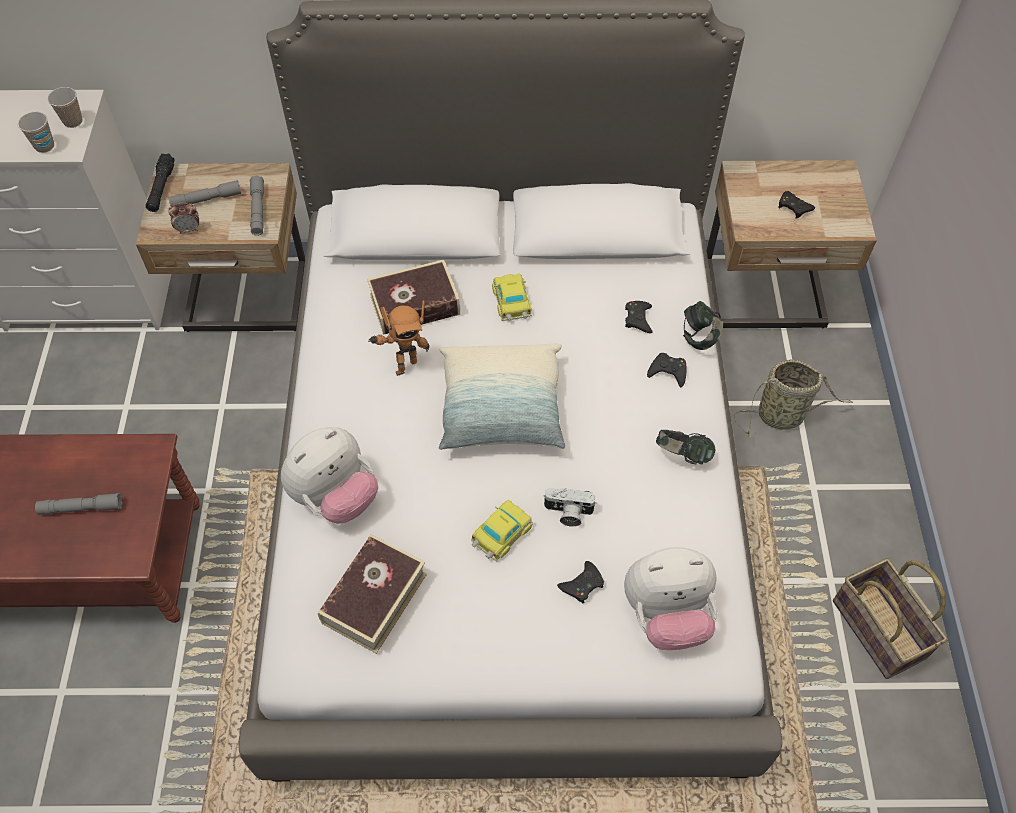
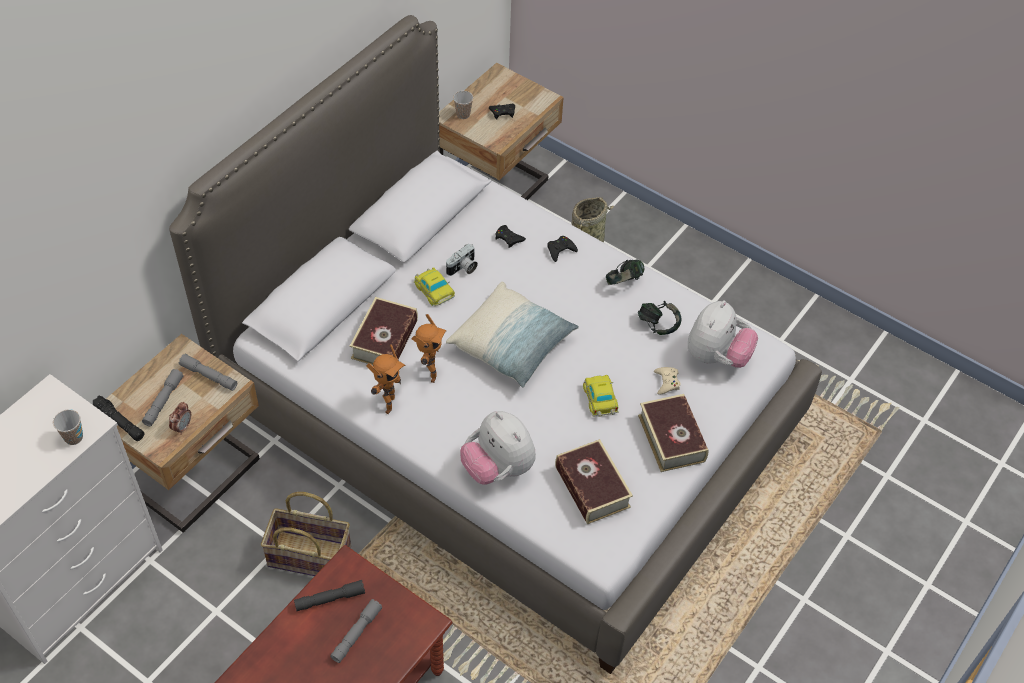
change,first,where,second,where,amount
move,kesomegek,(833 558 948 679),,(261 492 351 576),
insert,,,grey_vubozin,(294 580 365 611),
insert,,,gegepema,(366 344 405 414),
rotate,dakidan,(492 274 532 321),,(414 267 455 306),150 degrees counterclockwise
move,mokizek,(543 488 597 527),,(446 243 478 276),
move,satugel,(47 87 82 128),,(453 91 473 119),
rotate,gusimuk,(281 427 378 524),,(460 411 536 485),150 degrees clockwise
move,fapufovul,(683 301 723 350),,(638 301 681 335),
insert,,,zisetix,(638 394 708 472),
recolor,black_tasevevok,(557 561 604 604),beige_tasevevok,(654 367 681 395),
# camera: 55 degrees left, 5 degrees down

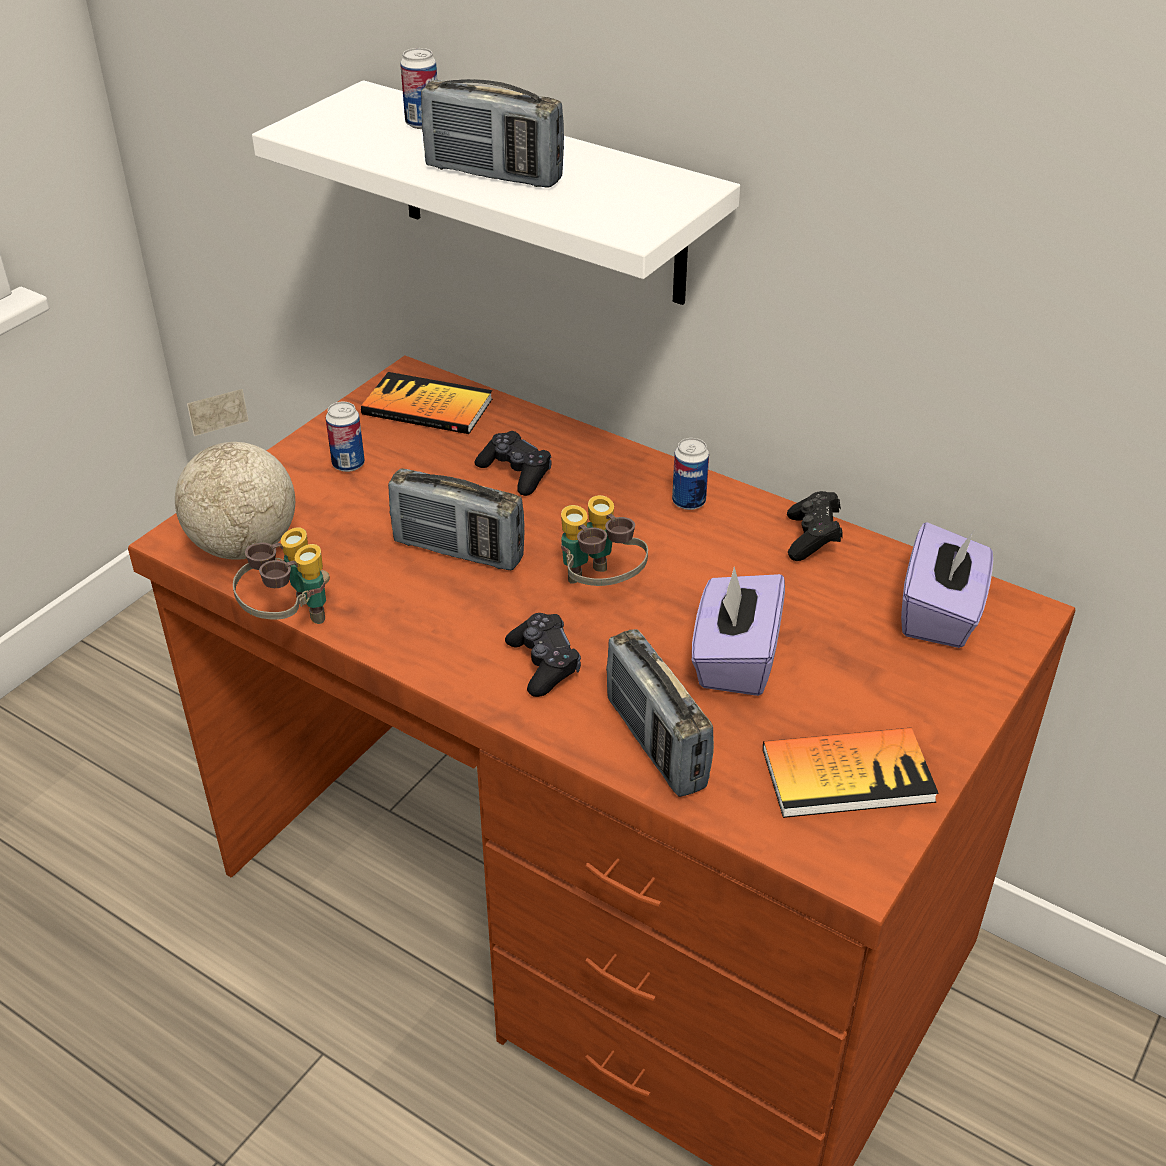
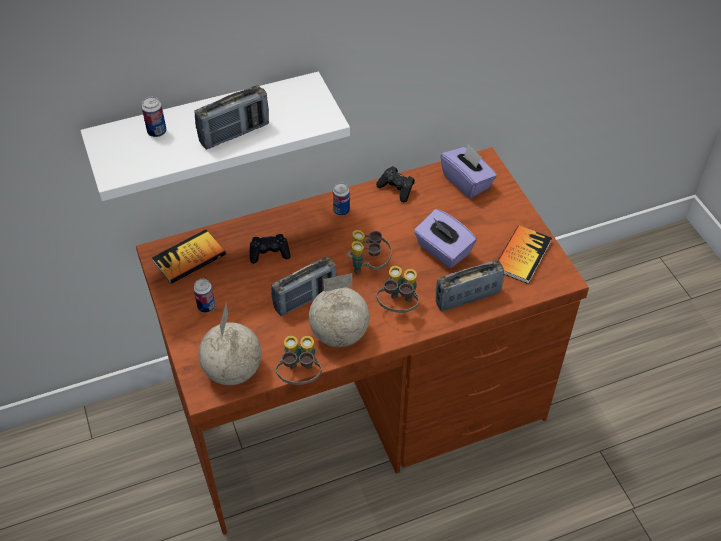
change,first,where,second,where,amount
insert,,,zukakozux,(309 273 369 347),
replace,black_tasevevok,(505 613 581 697),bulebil,(377 266 419 313),
rotate,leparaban,(606 629 714 797),,(436 260 504 311),150 degrees clockwise
# camera: 55 degrees left, 10 degrees up

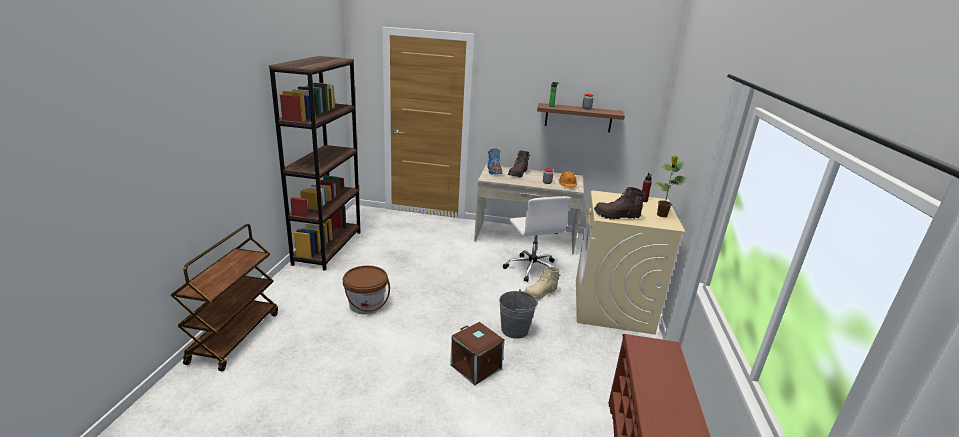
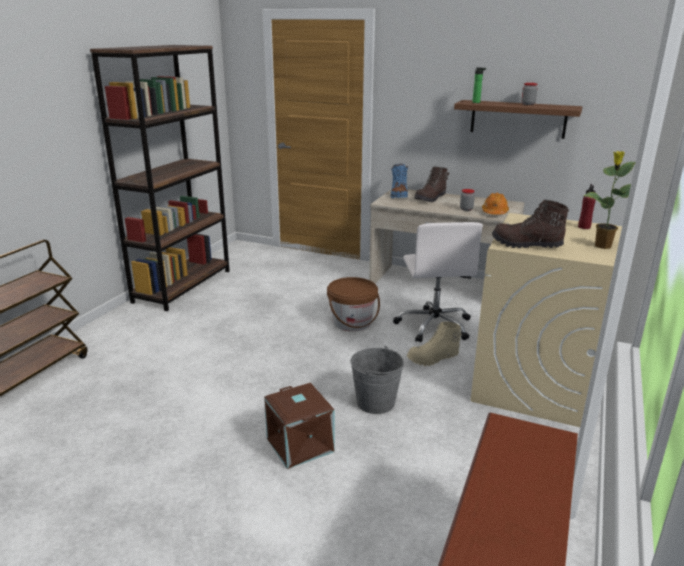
change,first,where,second,where,amount
move,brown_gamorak,(343 266 390 314),,(327 277 380 331),
# camera: 15 degrees right, 0 degrees up

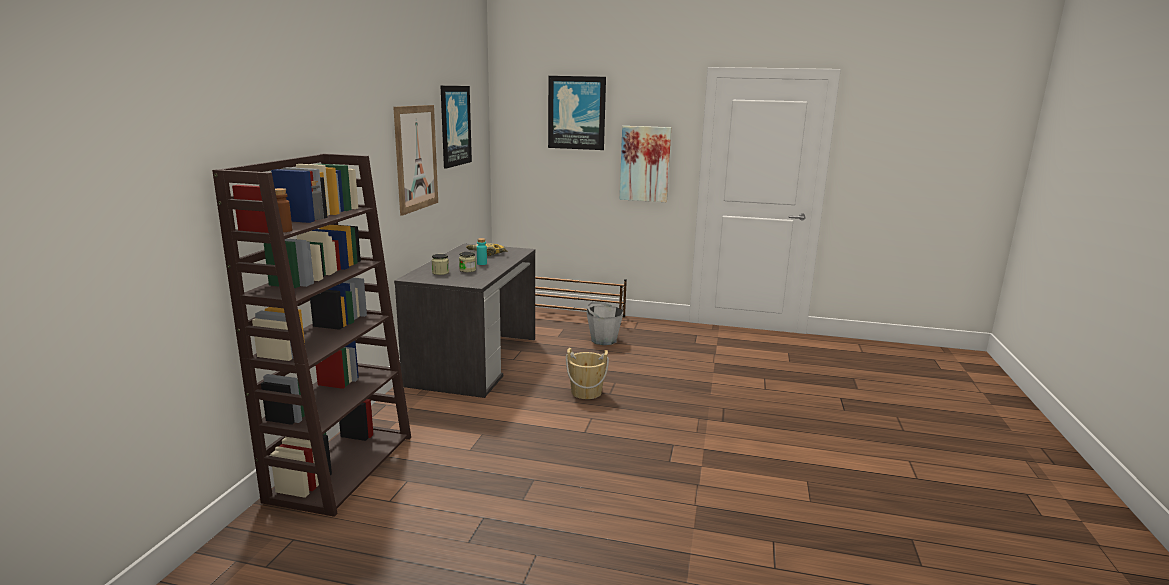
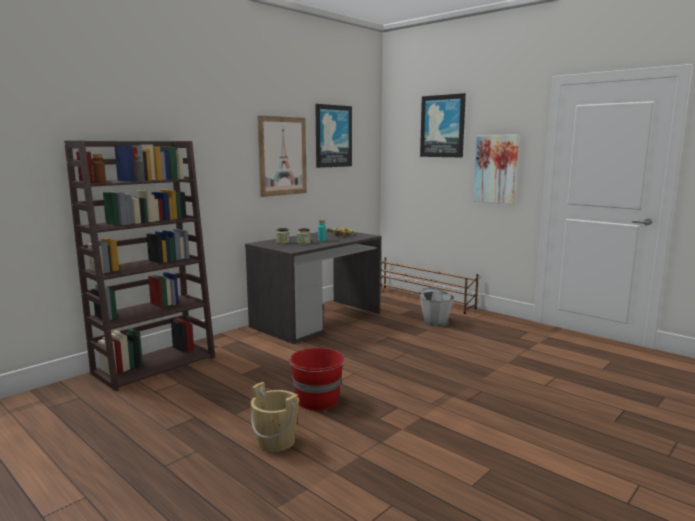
change,first,where,second,where,amount
move,beige_gamorak,(566 348 609 399),,(251 382 299 452),
insert,,,red_gamorak,(289 348 345 411),
# camera: 30 degrees right, 5 degrees down

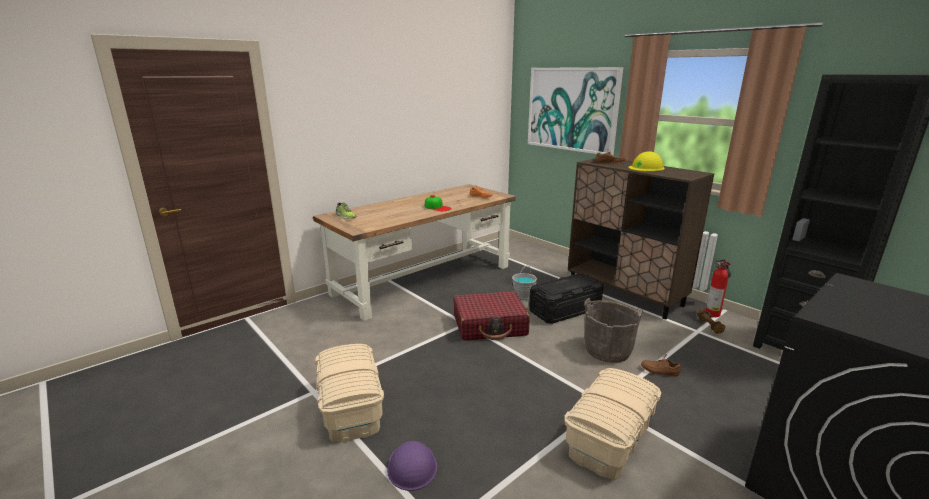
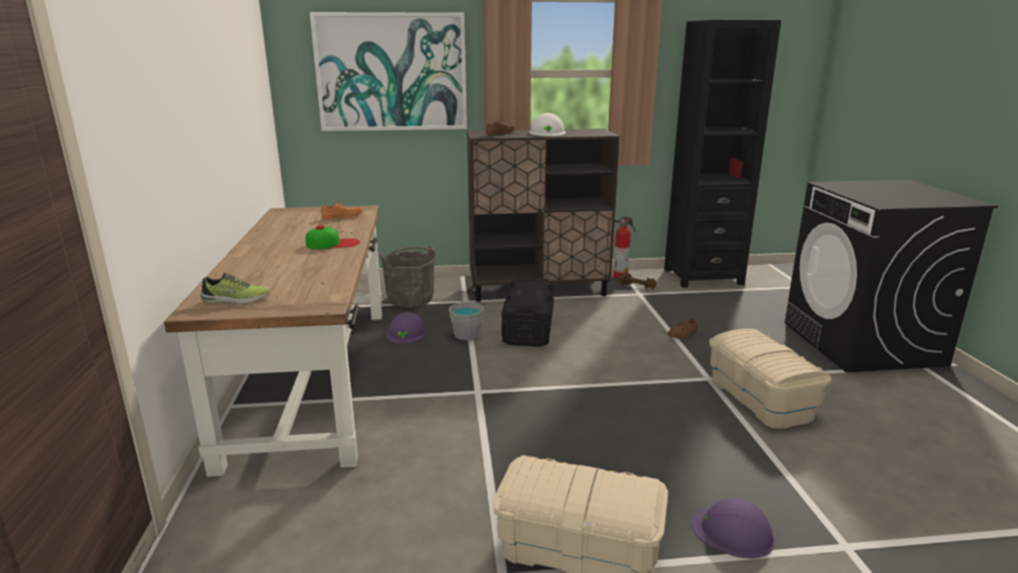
change,first,where,second,where,amount
move,grey_gamorak,(584 298 643 363),,(379 247 435 307),
insert,,,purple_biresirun,(387 312 427 344),
recolor,yellow_biresirun,(628 151 665 171),white_biresirun,(529 113 566 136),
delete,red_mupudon,(454 291 530 341),,,
# camera: 55 degrees left, 0 degrees up

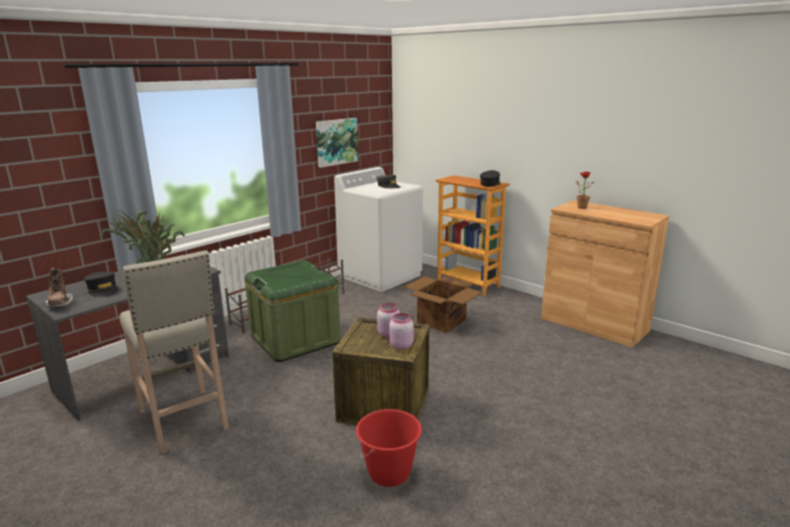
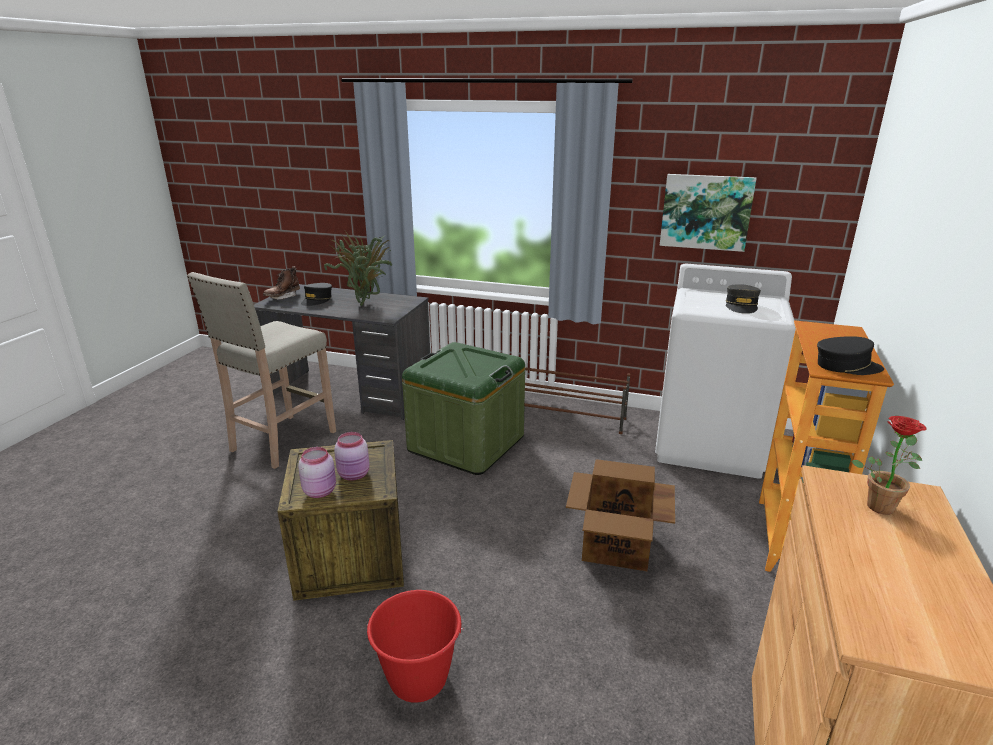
change,first,where,second,where,amount
move,red_gamorak,(356 409 422 487),,(367 590 464 703),
# camera: 65 degrees right, 5 degrees up

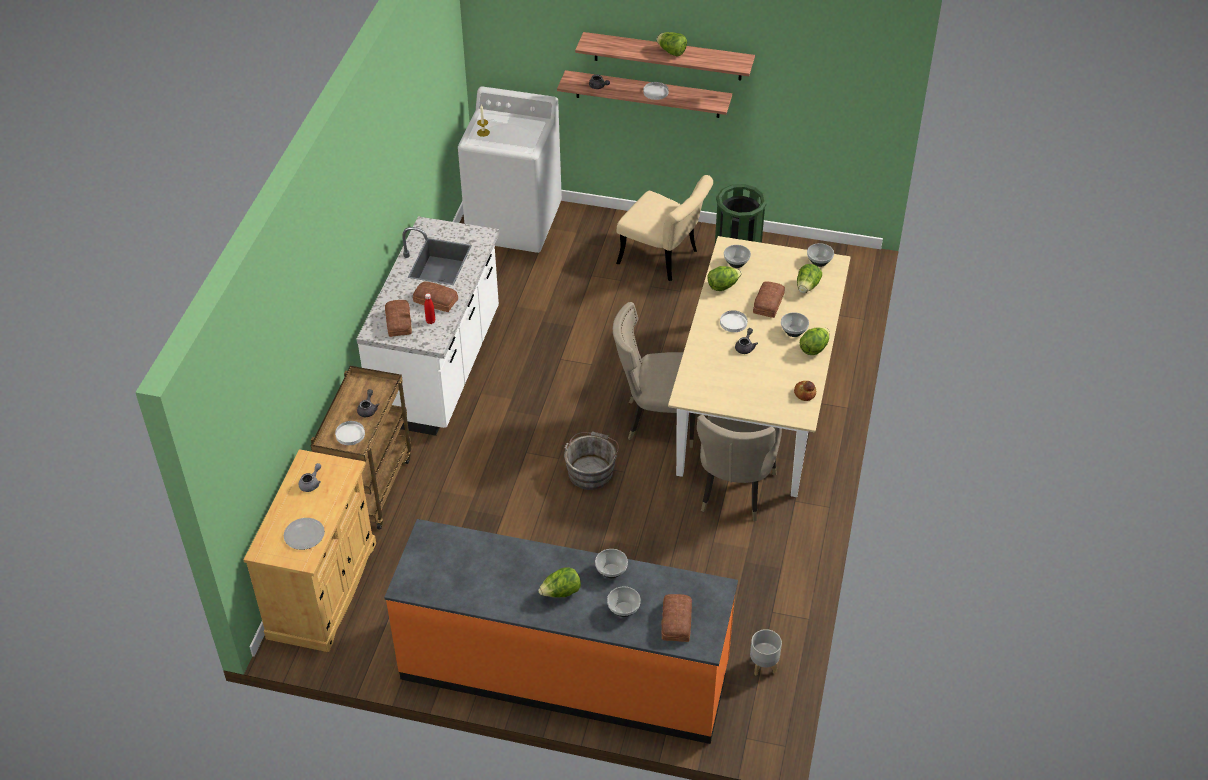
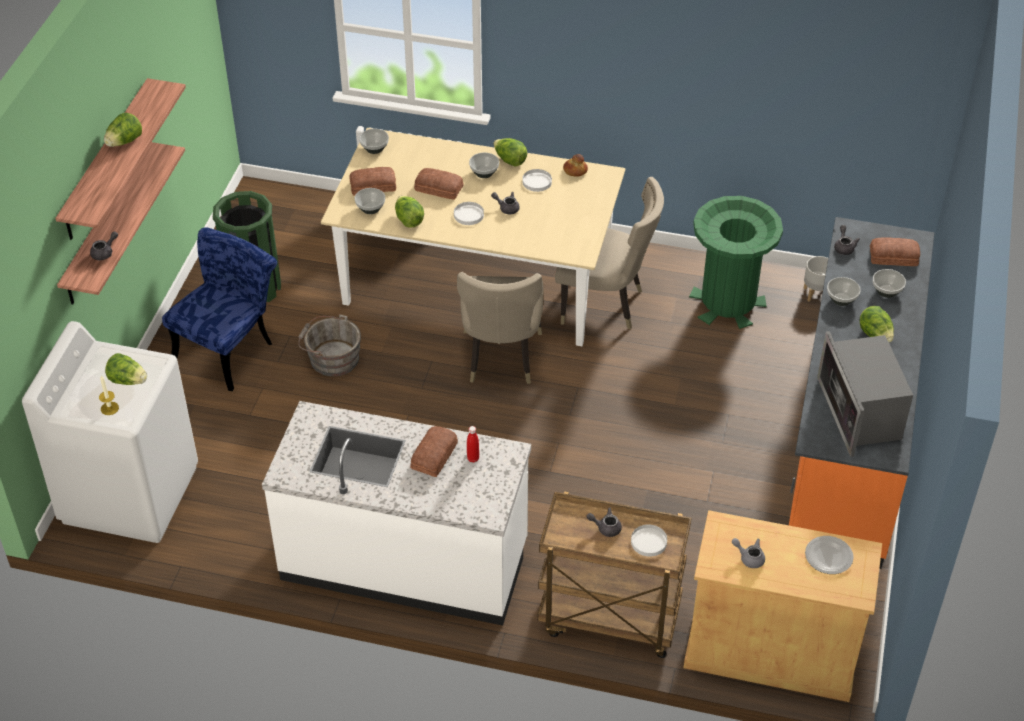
change,first,where,second,where,amount
move,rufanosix,(797 264 822 293),,(105 353 147 385),
recolor,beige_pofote,(616 175 713 281),blue_pofote,(162 227 277 391),
move,grey_gamorak,(564 431 619 490),,(298 314 361 376),
move,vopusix,(385 300 412 337),,(349 167 396 195),
move,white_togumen,(643 82 669 100),,(522 169 552 192),
insert,,,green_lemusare,(689 196 783 329),
insert,,,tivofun,(817 331 913 457),
insert,,,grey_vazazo,(834 225 860 255),
# camera: 90 degrees left, 0 degrees up

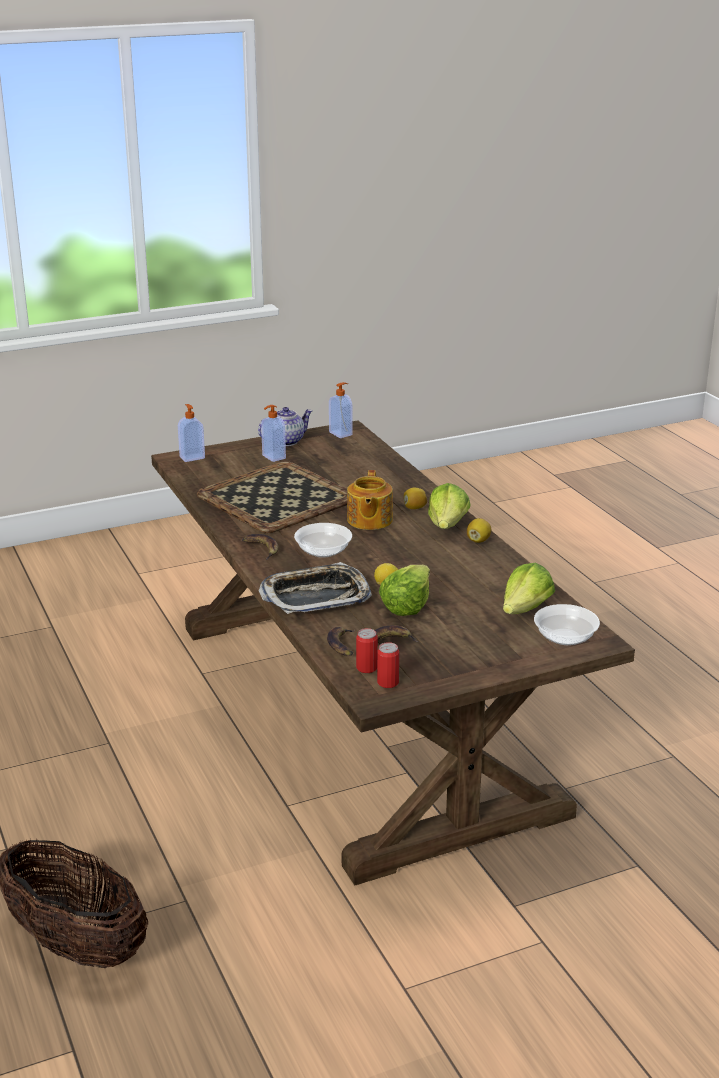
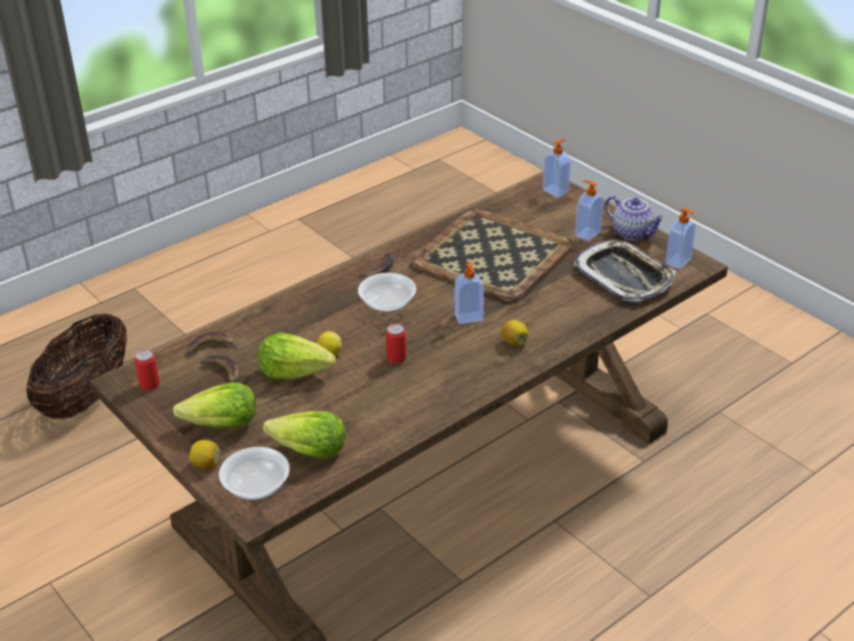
change,first,where,second,where,amount
move,rufanosix,(428 483 471 529),,(173 382 256 428),
move,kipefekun,(467 518 491 543),,(189 440 220 468),
move,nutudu,(356 628 378 673),,(386 324 406 364),
replace,vazazo,(347 470 393 530),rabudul,(455 262 484 324),
move,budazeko,(259 562 372 614),,(574 240 676 302),
# camera: 75 degrees right, 10 degrees up

